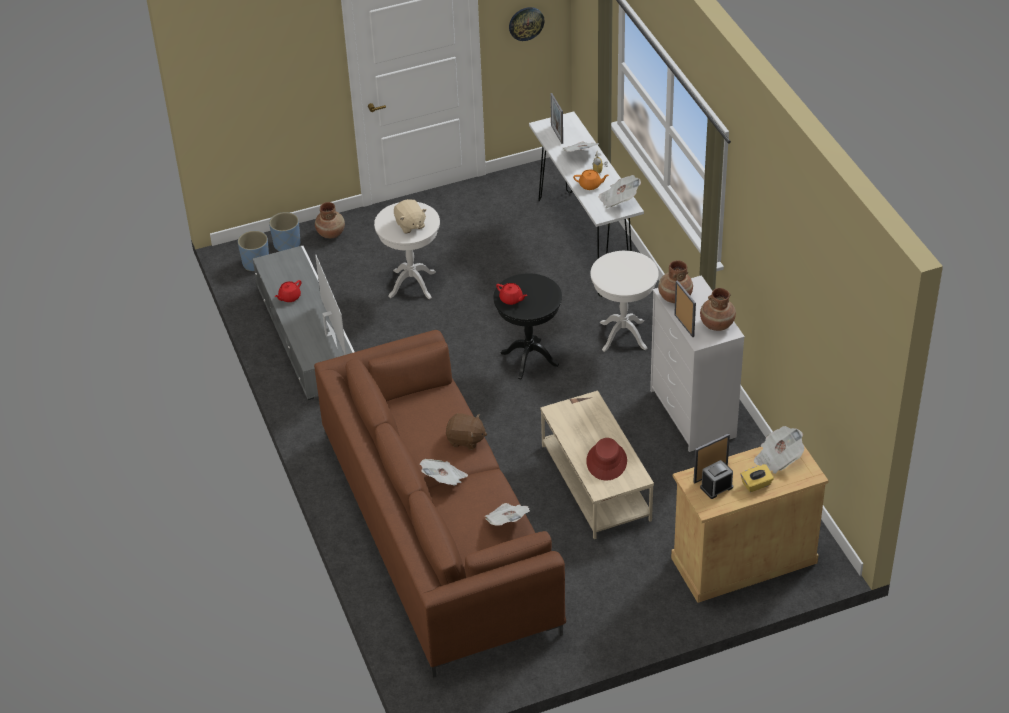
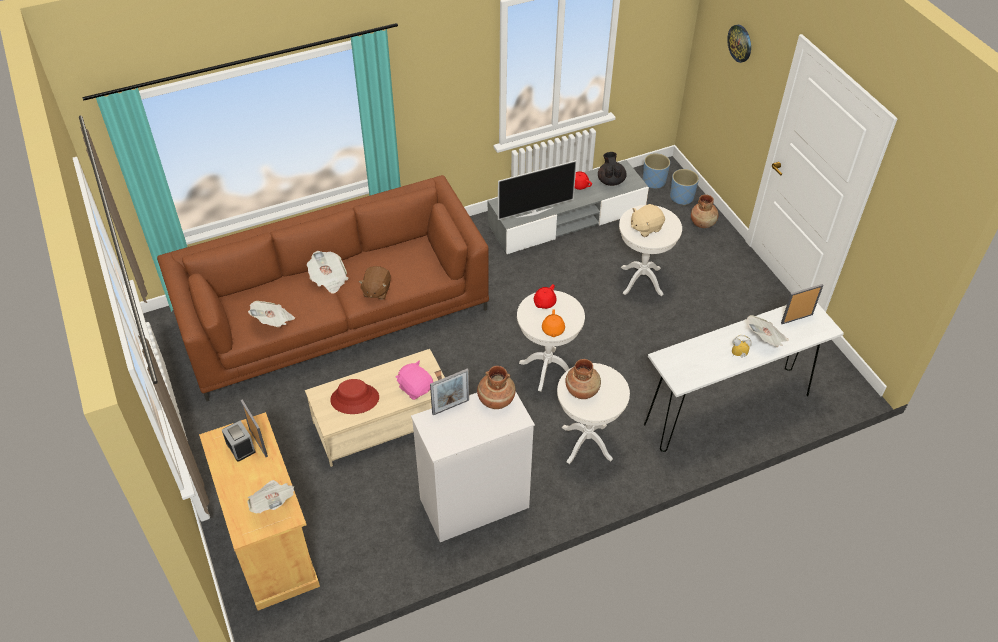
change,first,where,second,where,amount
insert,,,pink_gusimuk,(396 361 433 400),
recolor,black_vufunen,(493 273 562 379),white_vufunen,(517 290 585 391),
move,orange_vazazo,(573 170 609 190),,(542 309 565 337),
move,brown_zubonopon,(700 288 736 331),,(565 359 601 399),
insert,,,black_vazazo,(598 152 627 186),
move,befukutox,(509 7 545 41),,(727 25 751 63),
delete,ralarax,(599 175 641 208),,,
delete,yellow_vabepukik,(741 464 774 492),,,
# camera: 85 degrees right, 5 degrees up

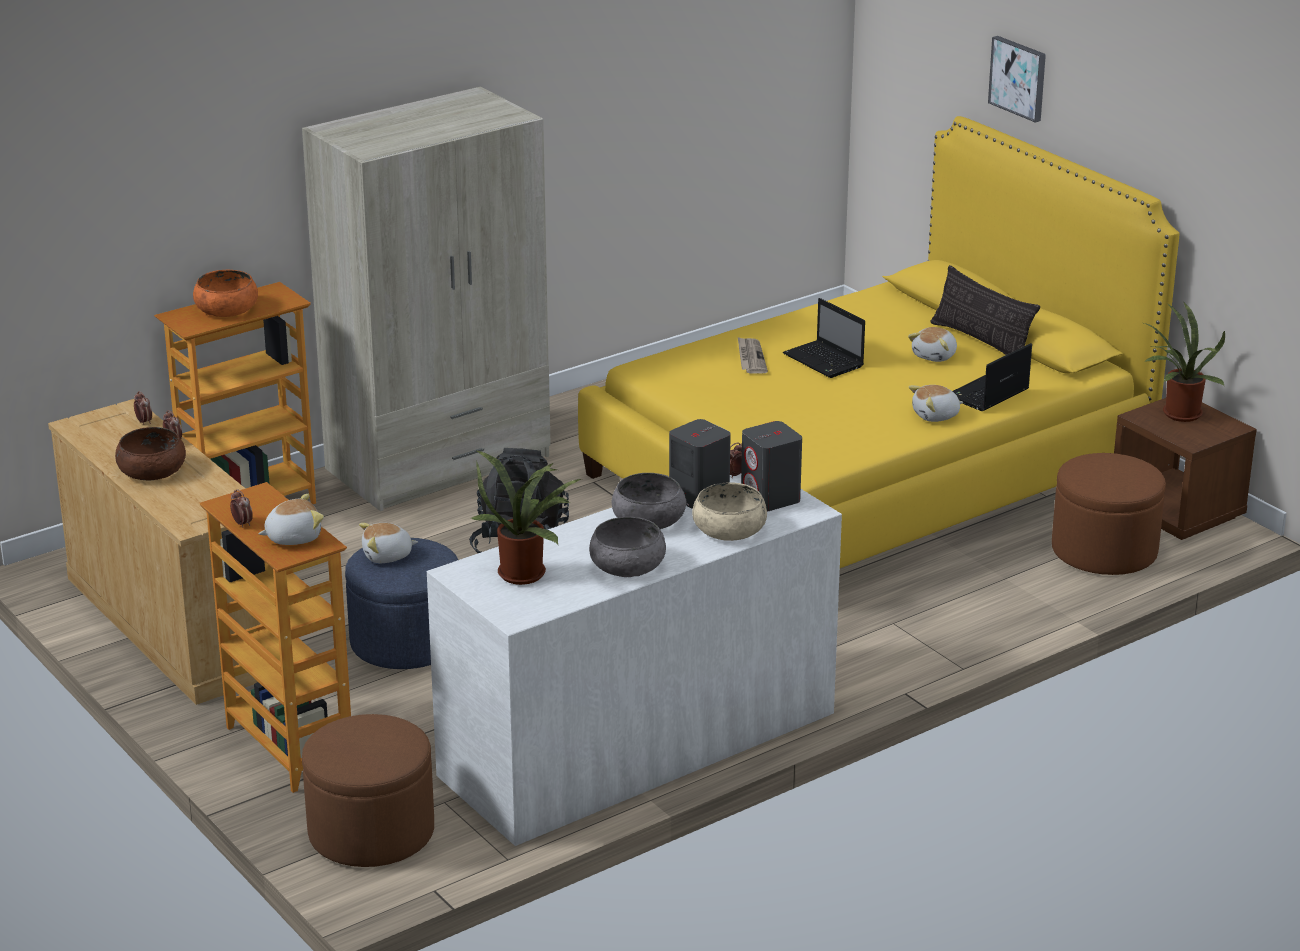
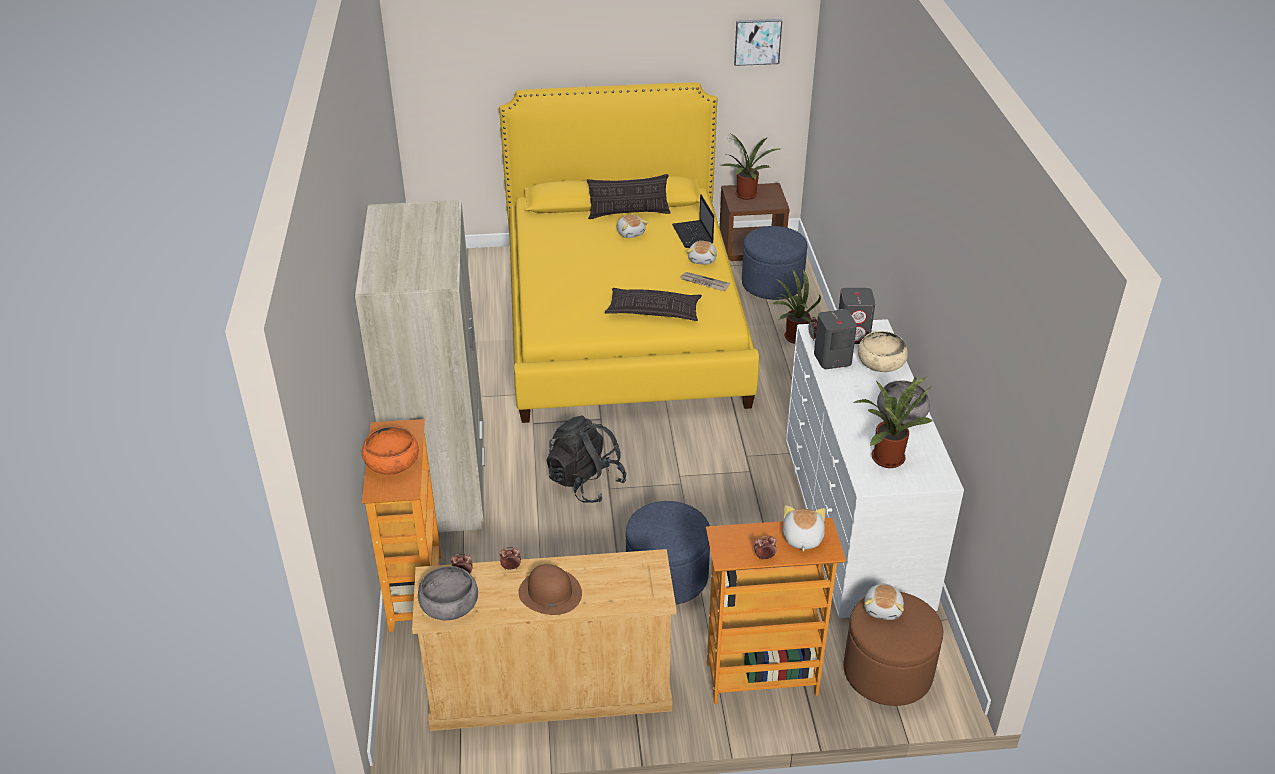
change,first,where,second,where,amount
move,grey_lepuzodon,(612 473 687 529),,(418 566 478 620),
replace,brown_lepuzodon,(115 427 186 481),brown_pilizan,(518 564 582 615),
insert,,,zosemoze,(605 288 702 321),
move,ralarax,(738 337 768 374),,(680 272 730 291),
move,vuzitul,(988 36 1046 122),,(734 19 782 66),
recolor,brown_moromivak,(1052 453 1166 575),blue_moromivak,(742 226 807 300),
insert,,,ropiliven,(772 269 821 344),
move,gusimuk,(359 523 418 563),,(864 584 904 620),
delete,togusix,(783 298 865 378),,,
# camera: 60 degrees left, 10 degrees up

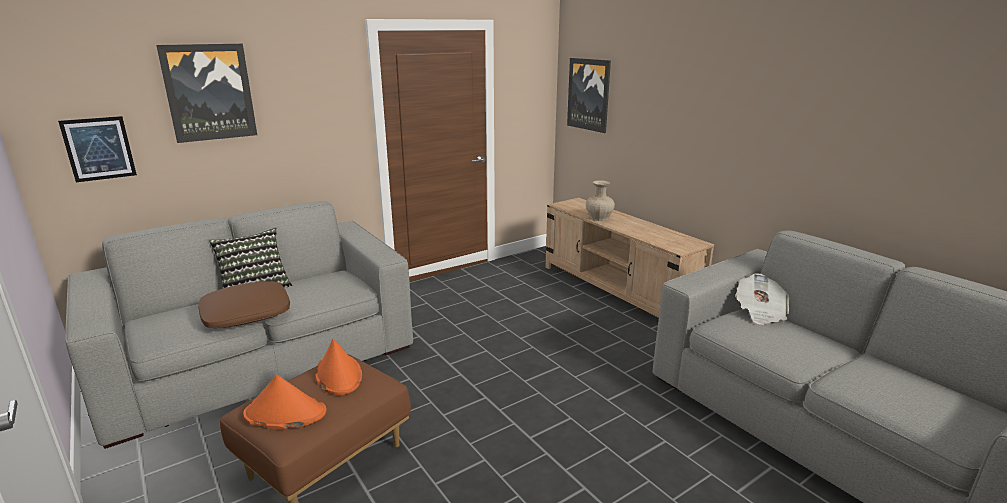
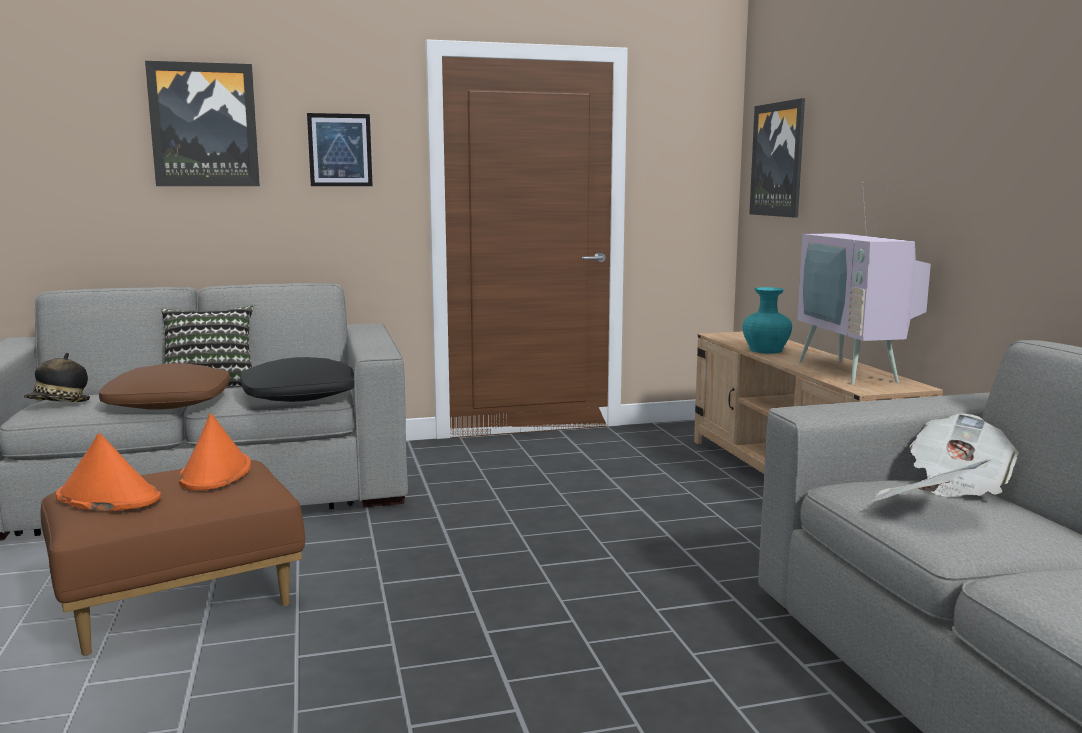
change,first,where,second,where,amount
insert,,,pilizan,(24 353 90 402),
insert,,,black_zosemoze,(240 357 354 402),
move,vuzitul,(58 116 137 182),,(307 113 373 186),
recolor,beige_zubonopon,(586 180 615 221),turquoise_zubonopon,(742 287 792 354),
insert,,,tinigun,(797 182 931 385),
insert,,,ralarax,(872 459 992 502),
# camera: 20 degrees right, 10 degrees down

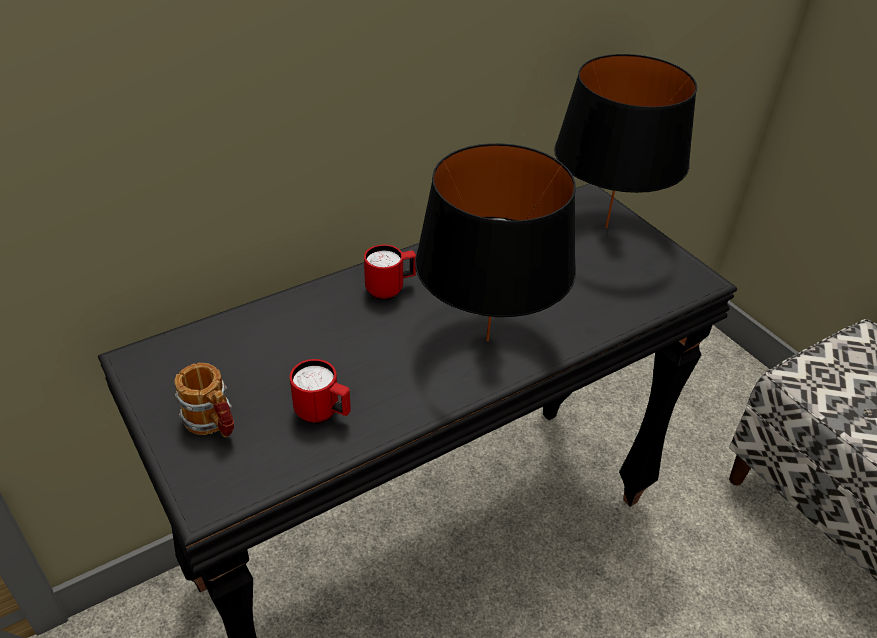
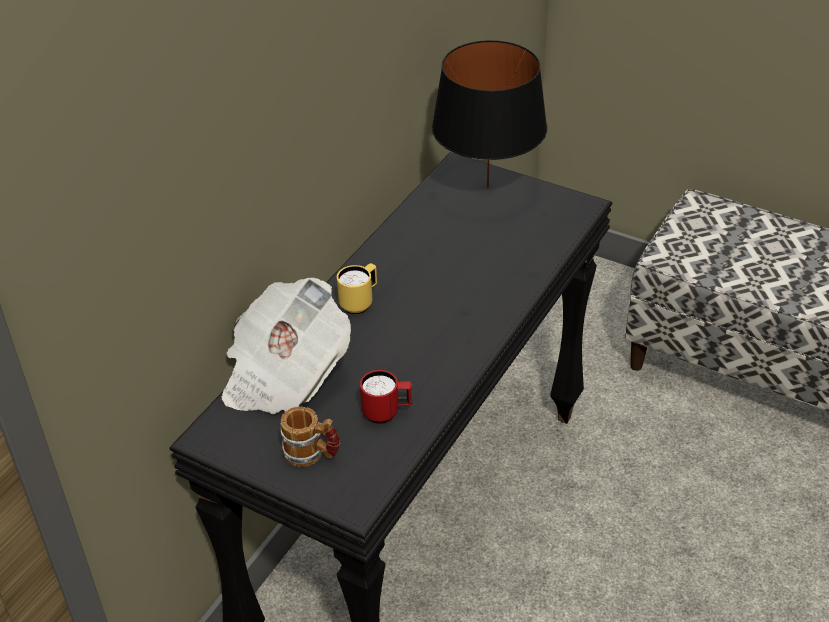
change,first,where,second,where,amount
insert,,,ralarax,(222 278 351 414),
recolor,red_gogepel,(364 244 416 300),yellow_gogepel,(337 263 377 314),
delete,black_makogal,(415 143 576 341),,,
# camera: 25 degrees left, 0 degrees up

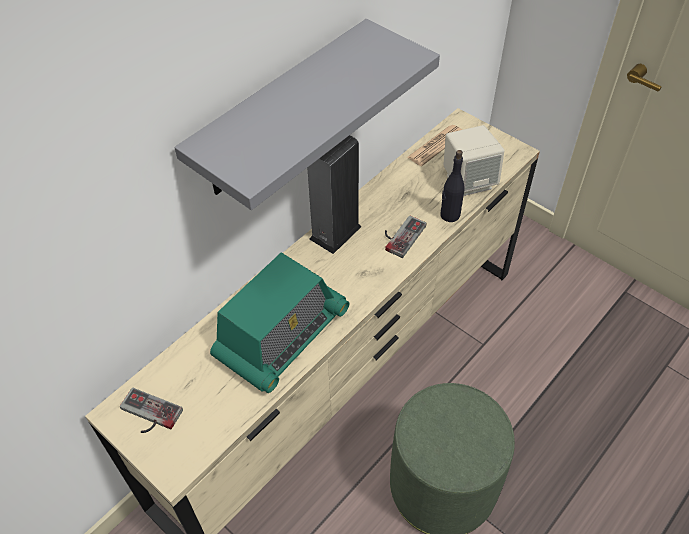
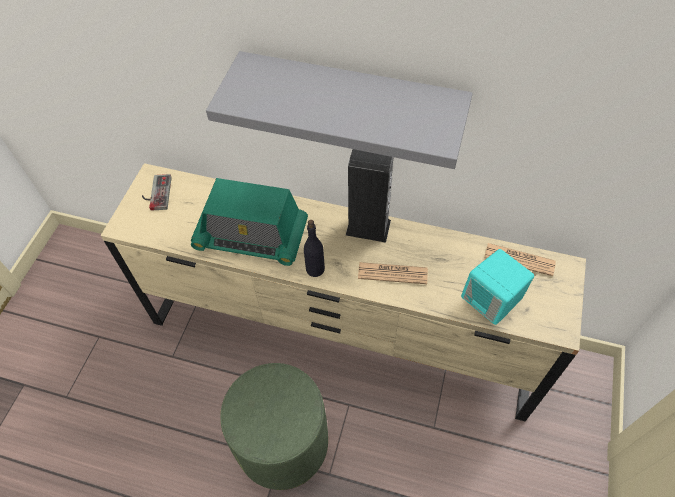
change,first,where,second,where,amount
move,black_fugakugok,(440 150 465 222),,(304 220 325 277),
replace,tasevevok,(385 215 426 258),ralarax,(358 262 428 284),
recolor,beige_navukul,(443 125 504 196),turquoise_navukul,(461 249 534 325),
# camera: 65 degrees right, 5 degrees up

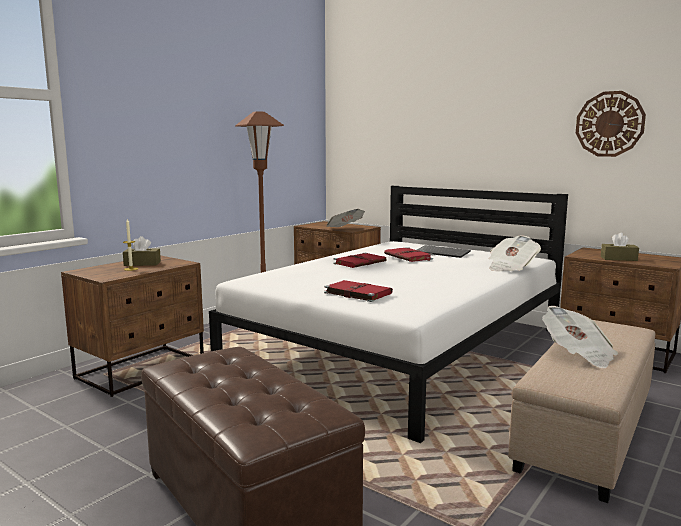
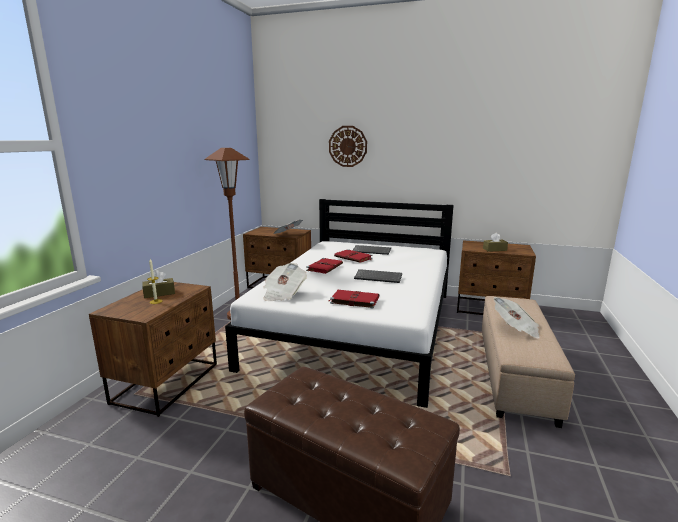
change,first,where,second,where,amount
move,ralarax,(488 235 541 271),,(263 263 307 301),
move,befukutox,(576 91 646 157),,(329 126 367 167),
insert,,,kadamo,(354 269 402 283),
# camera: 20 degrees left, 5 degrees up

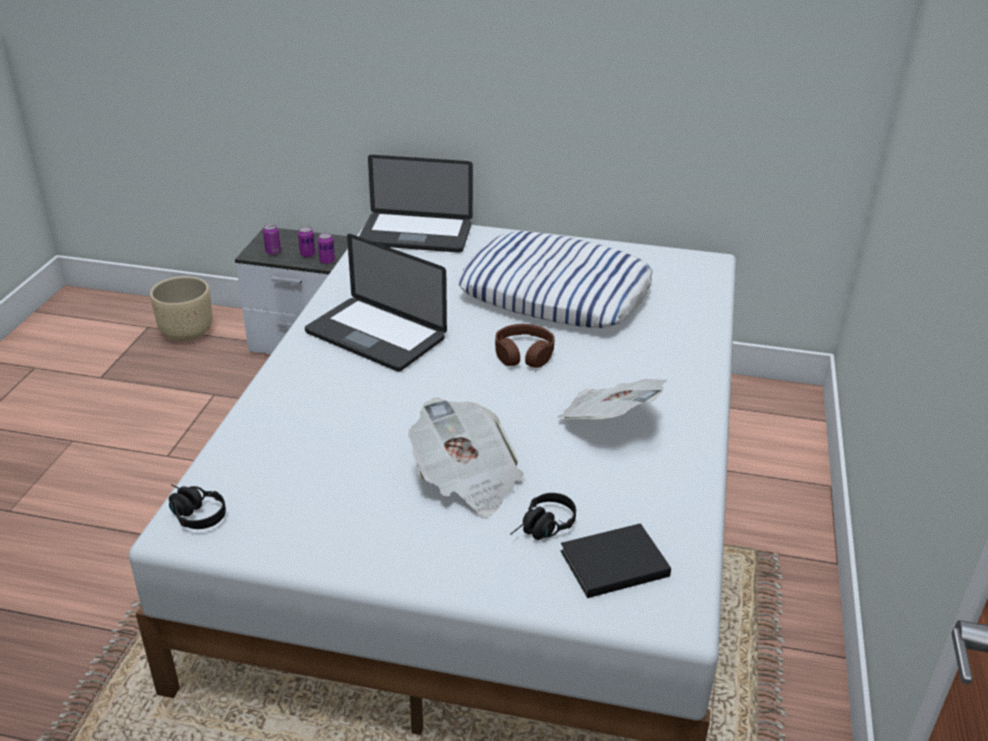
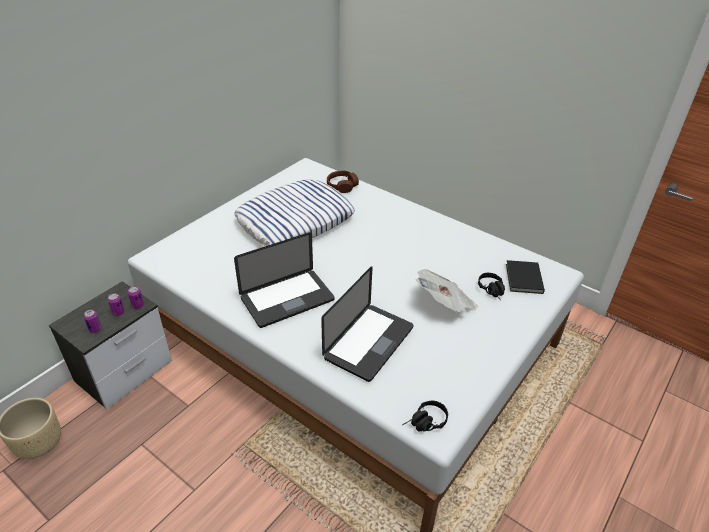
change,first,where,second,where,amount
move,togusix,(359 155 473 253),,(321 266 414 382),
move,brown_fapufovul,(495 324 555 368),,(327 171 359 193),
delete,ralarax,(557 379 667 420),,,
# camera: 65 degrees left, 5 degrees up

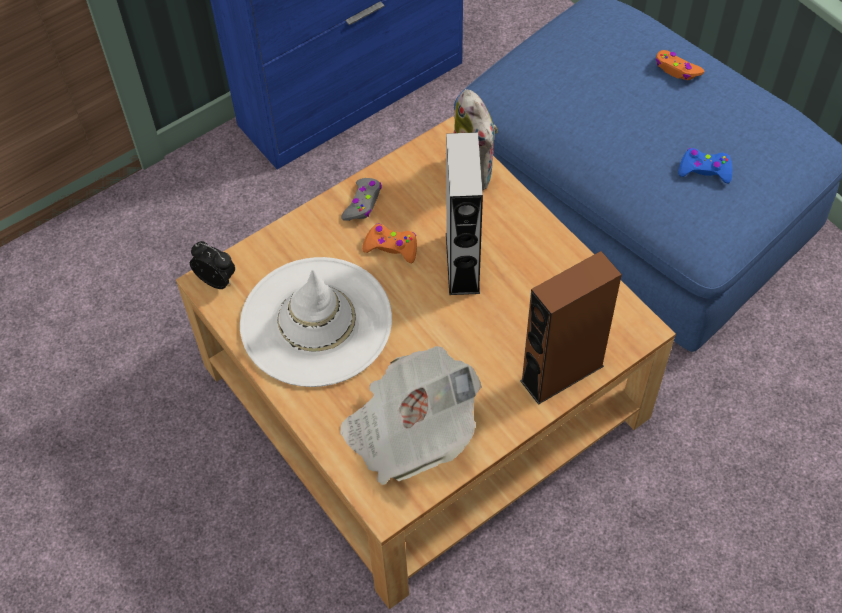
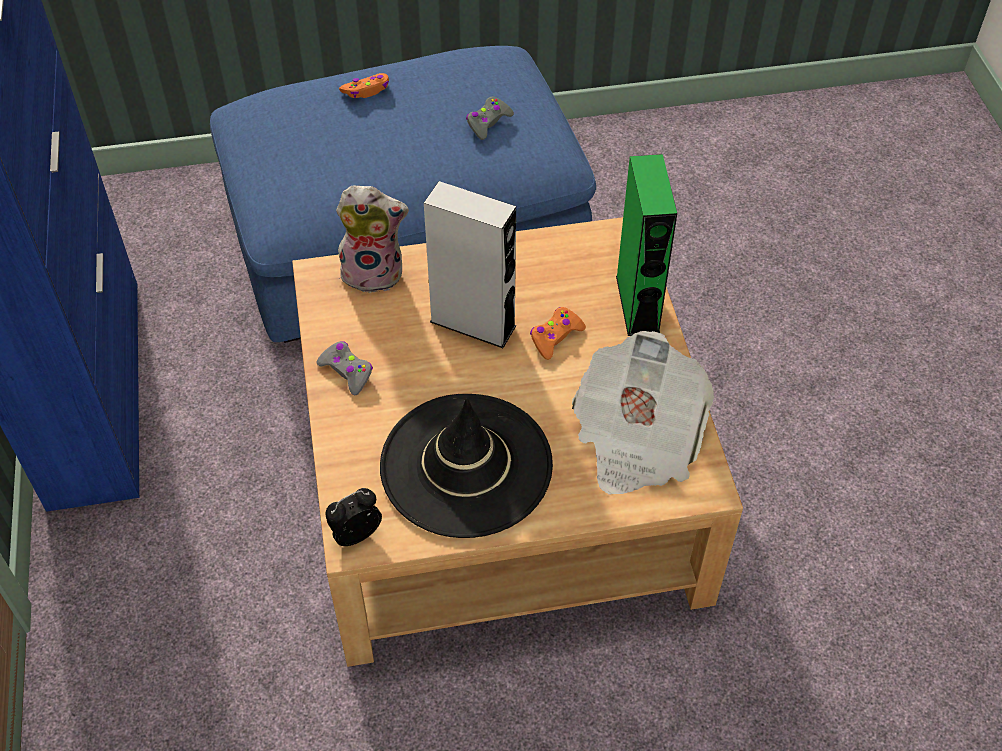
change,first,where,second,where,amount
recolor,white_pilizan,(240 257 392 387),black_pilizan,(380 394 553 538),
recolor,blue_tasevevok,(678 148 732 183),grey_tasevevok,(466 97 514 140),
move,orange_tasevevok,(362 224 417 263),,(530 307 586 360),
recolor,brown_navukul,(520 251 622 405),green_navukul,(616 154 677 336),
# camera: 65 degrees left, 5 degrees down

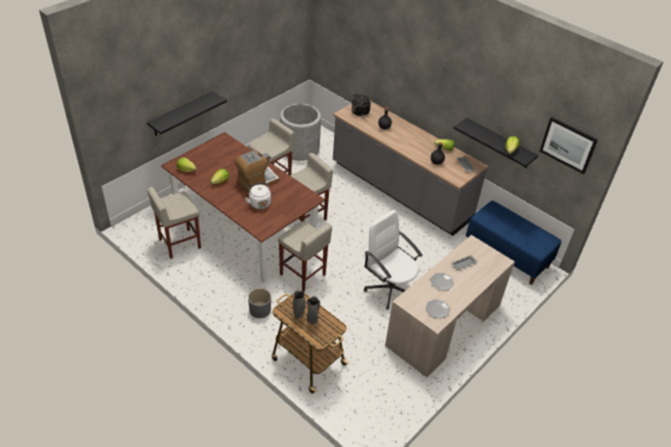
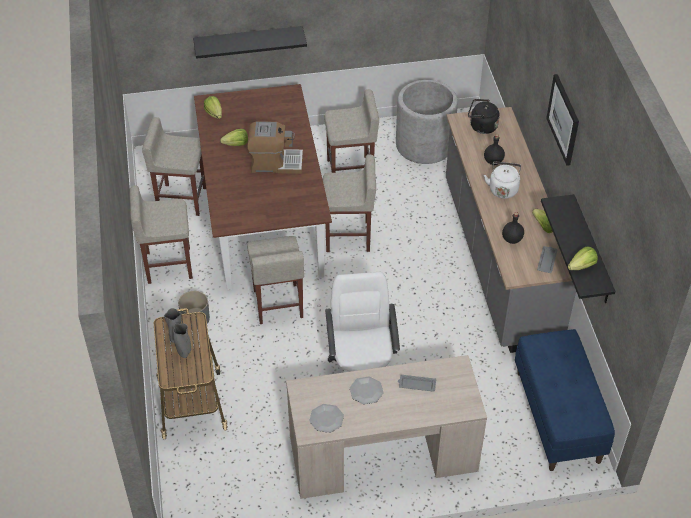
change,first,where,second,where,amount
insert,,,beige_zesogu,(129 186 193 284),
move,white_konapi,(245 181 271 209),,(484 161 521 199),
move,vuzitul,(540 117 598 174),,(546 74 579 166),
# camera: 40 degrees right, 5 degrees up

